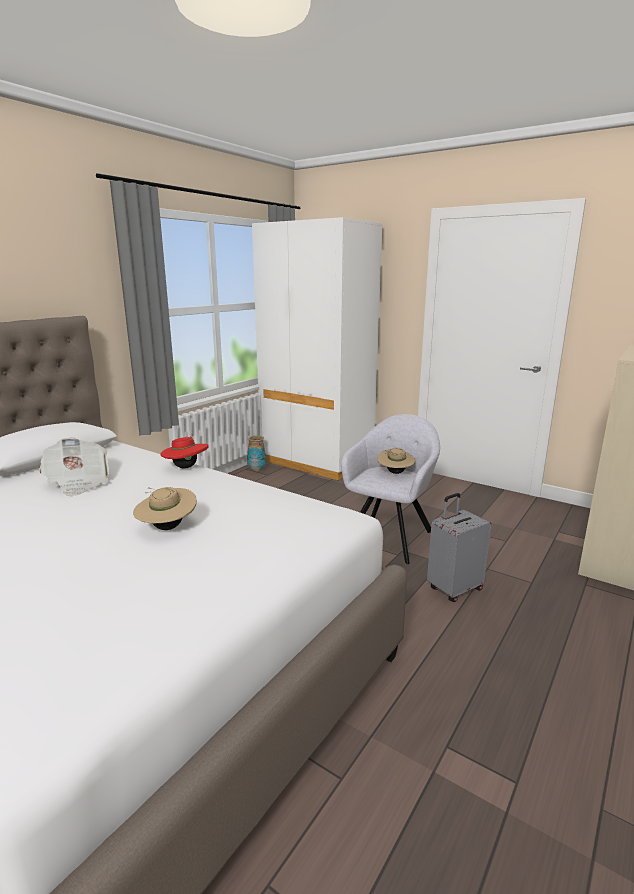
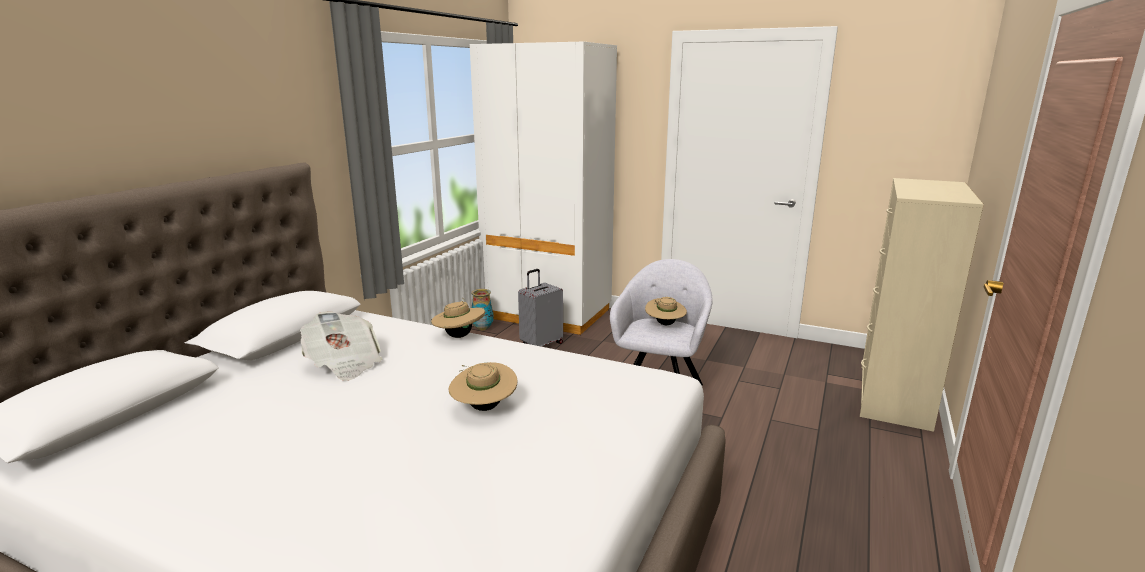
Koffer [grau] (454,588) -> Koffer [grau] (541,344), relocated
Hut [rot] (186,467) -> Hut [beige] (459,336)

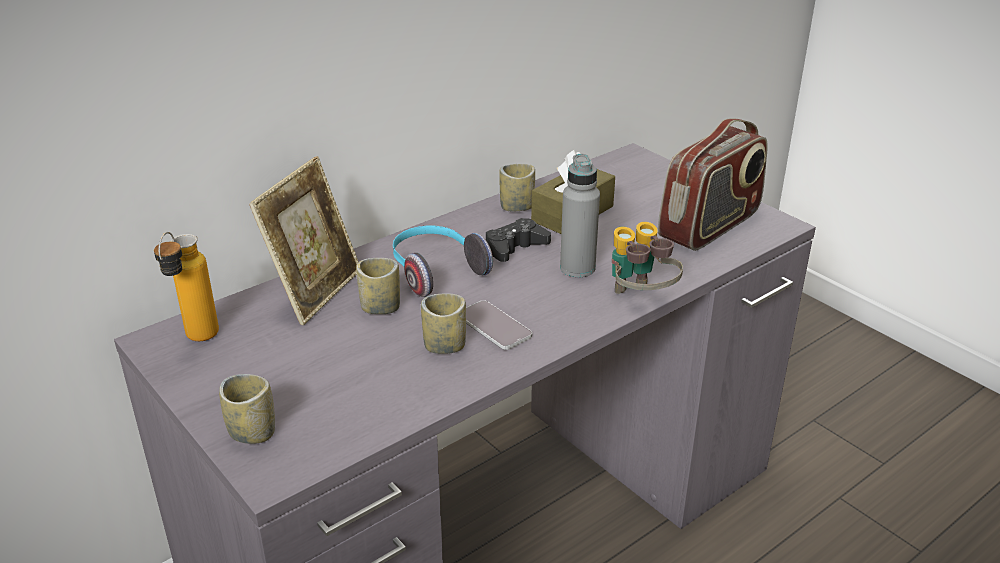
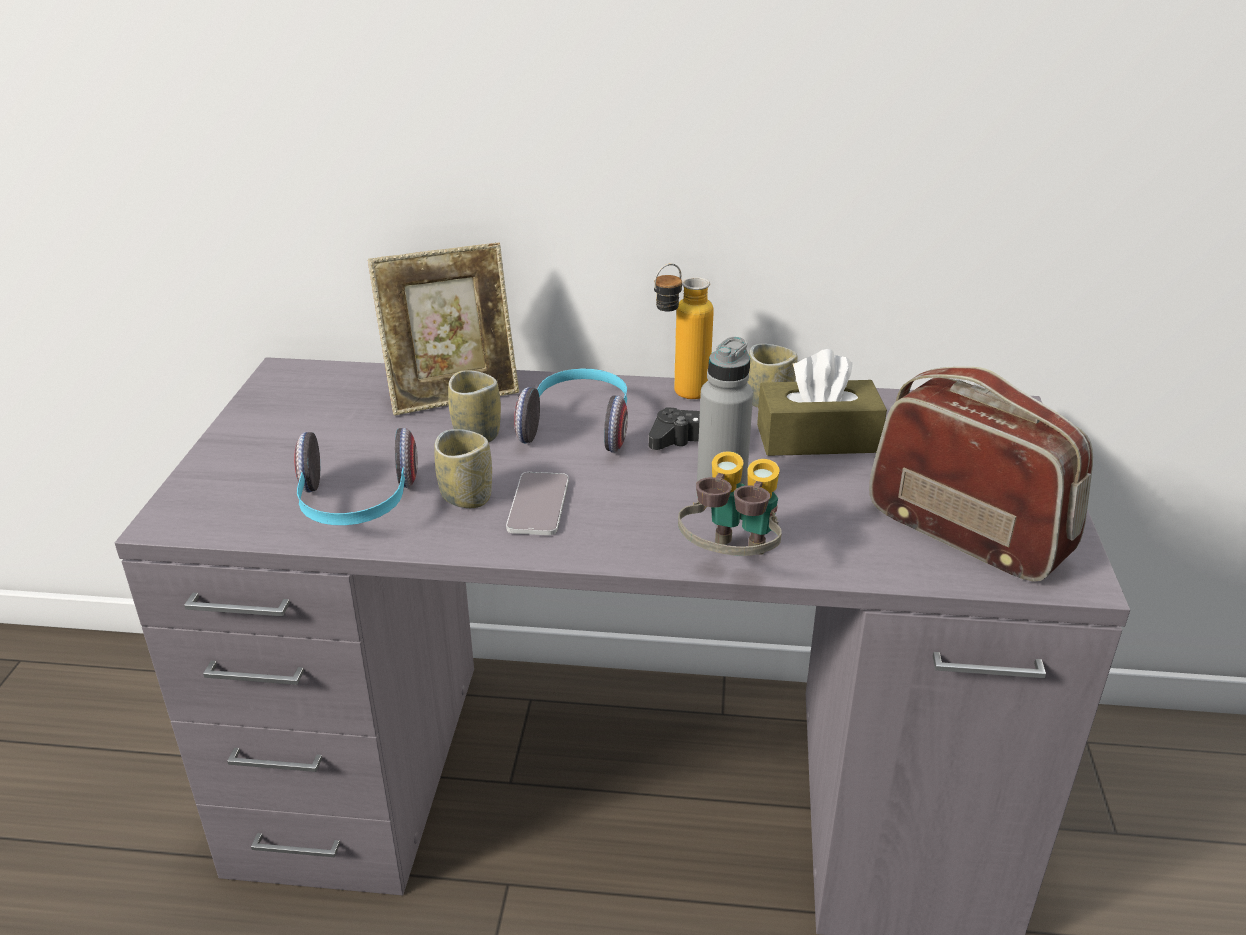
Tasse (252,432) -> none
none -> Kopfhörer (356,505)
Flasche (196,341) -> Flasche (679,396), relocated
Radio (710,226) -> Radio (967,532), 135 degrees counterclockwise

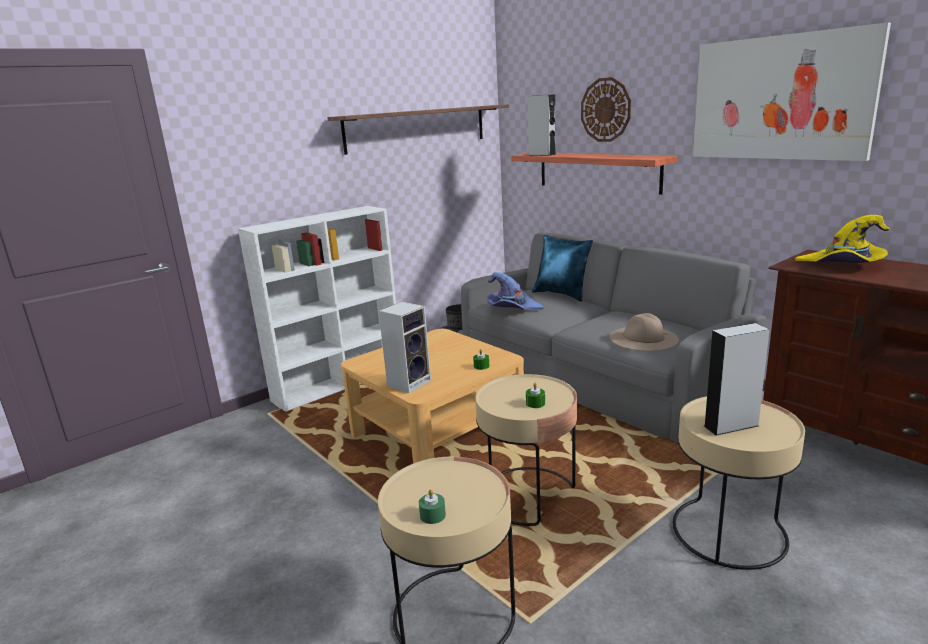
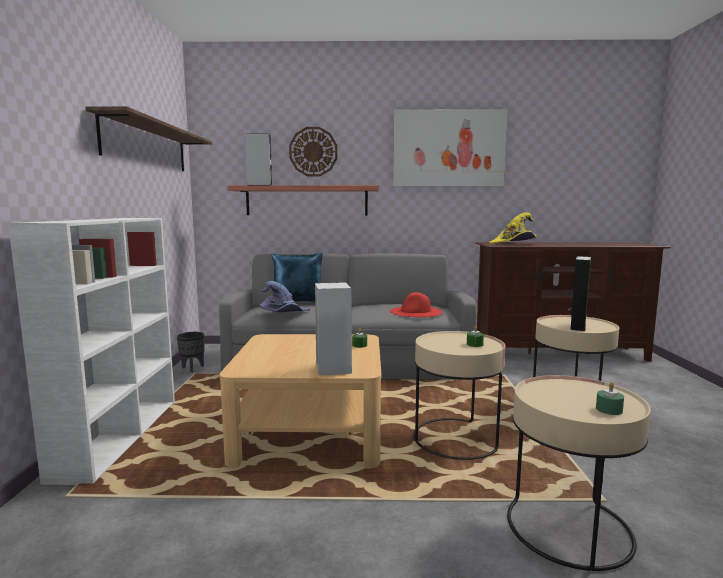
Hut [beige] (643,338) -> Hut [rot] (416,311)

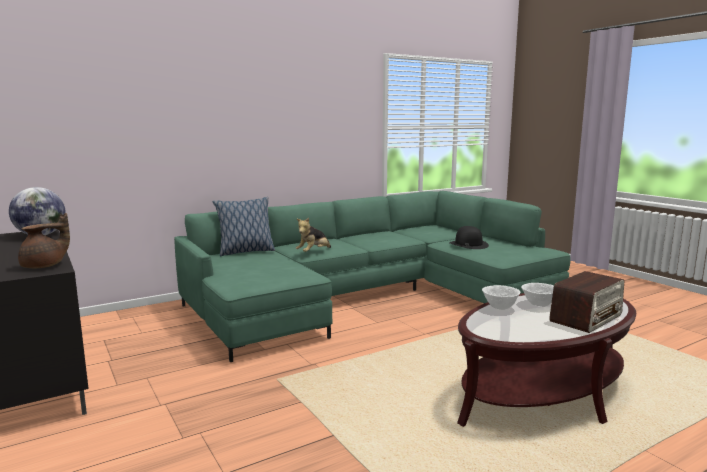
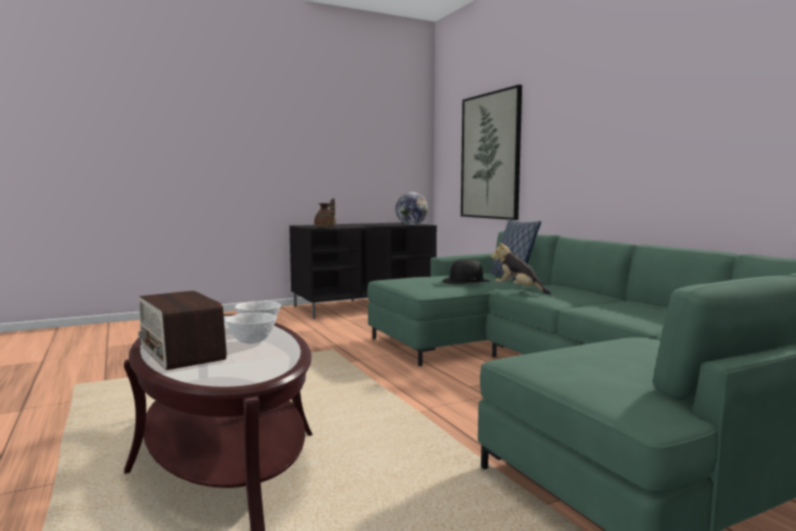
none -> Bild (490,156)
Hut [schwarz] (468,244) -> Hut [schwarz] (466,281), relocated

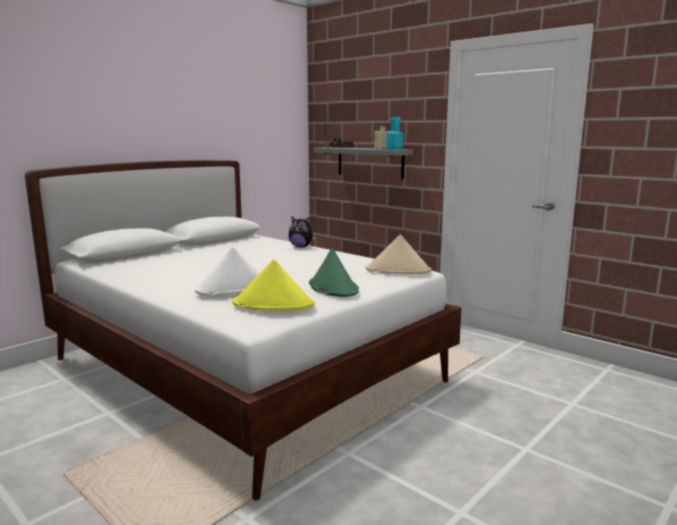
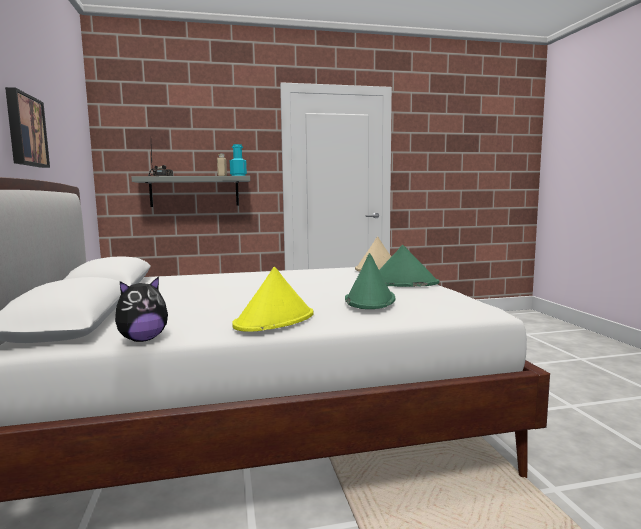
none -> Bild (24,130)
Hut [gelb] (274,304) -> Hut [gelb] (275,320), relocated
Plüschtier (301,247) -> Plüschtier (142,339), relocated
Hut [weiß] (233,289) -> Hut [grün] (369,300)

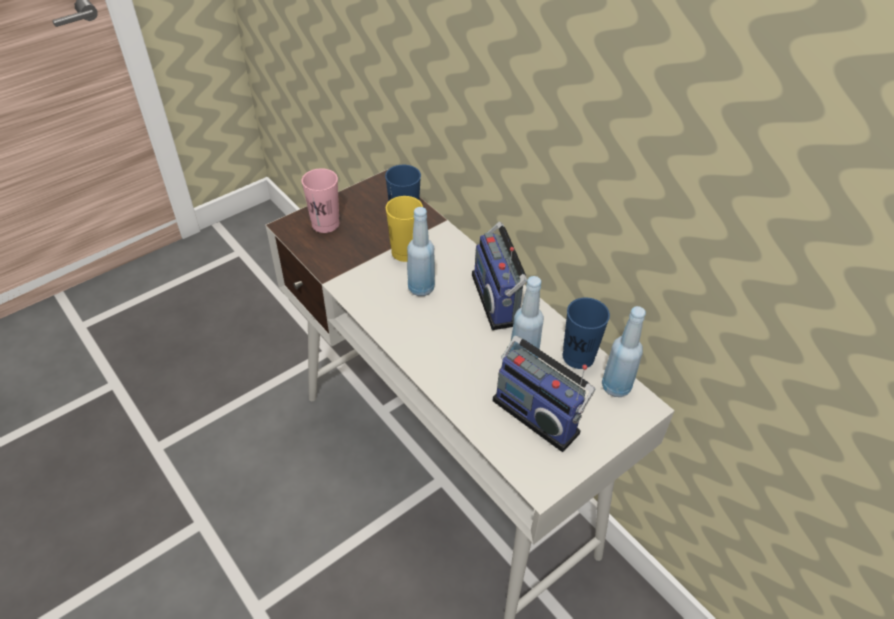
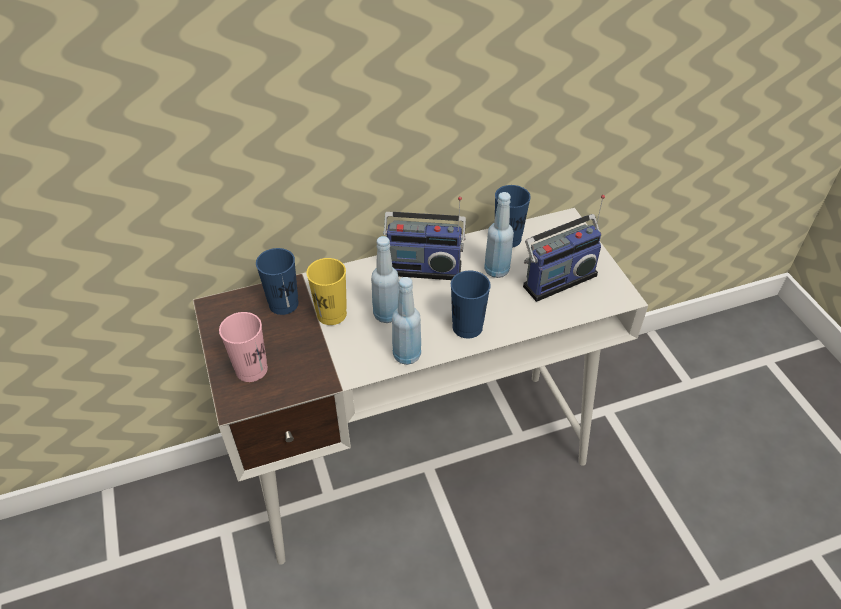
none -> Tasse [blau] (467,327)
Flasche [blau] (616,387) -> Flasche [blau] (407,355), relocated

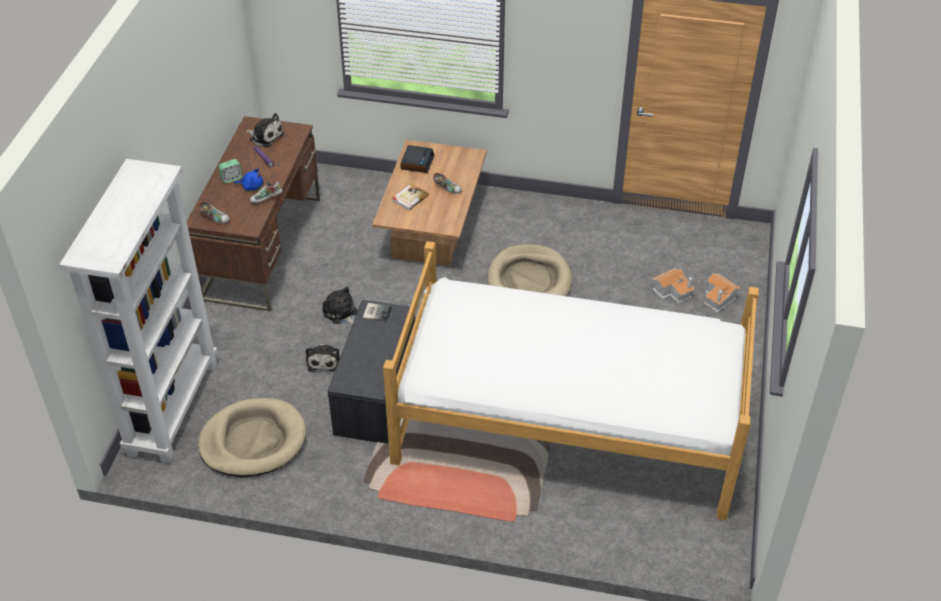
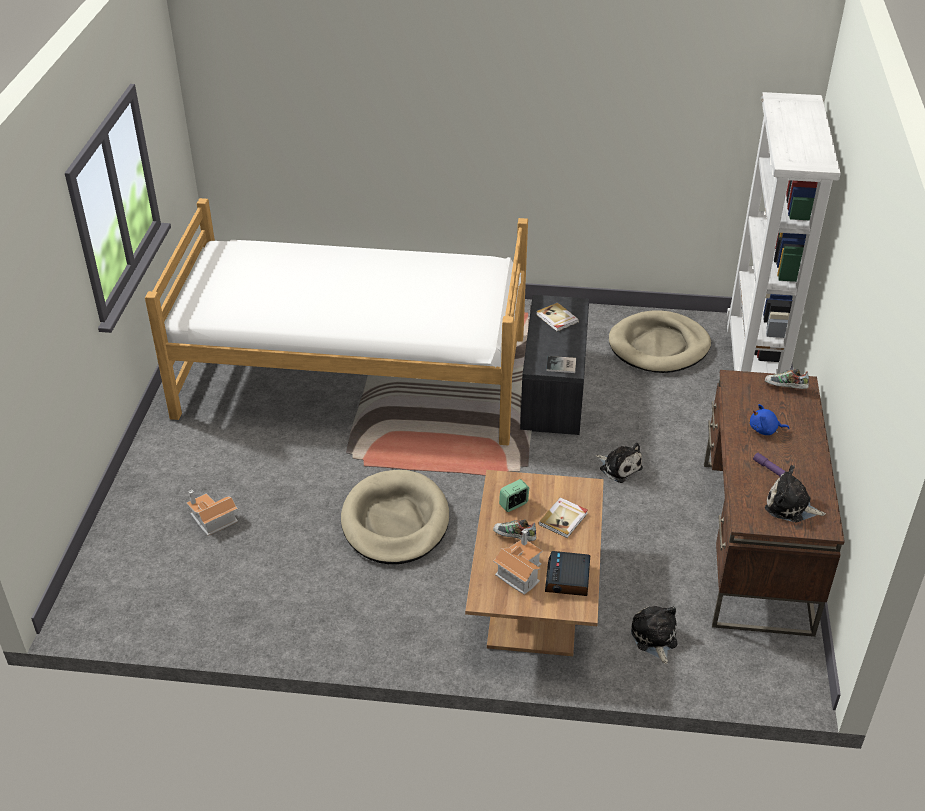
Schuh (266,199) -> none
none -> Buch (557,318)
Wecker (231,178) -> Wecker (514,504), relocated
Plüschtier (324,360) -> Plüschtier (654,638), relocated
Spielzeughaus (719,299) -> Spielzeughaus (519,571), relocated

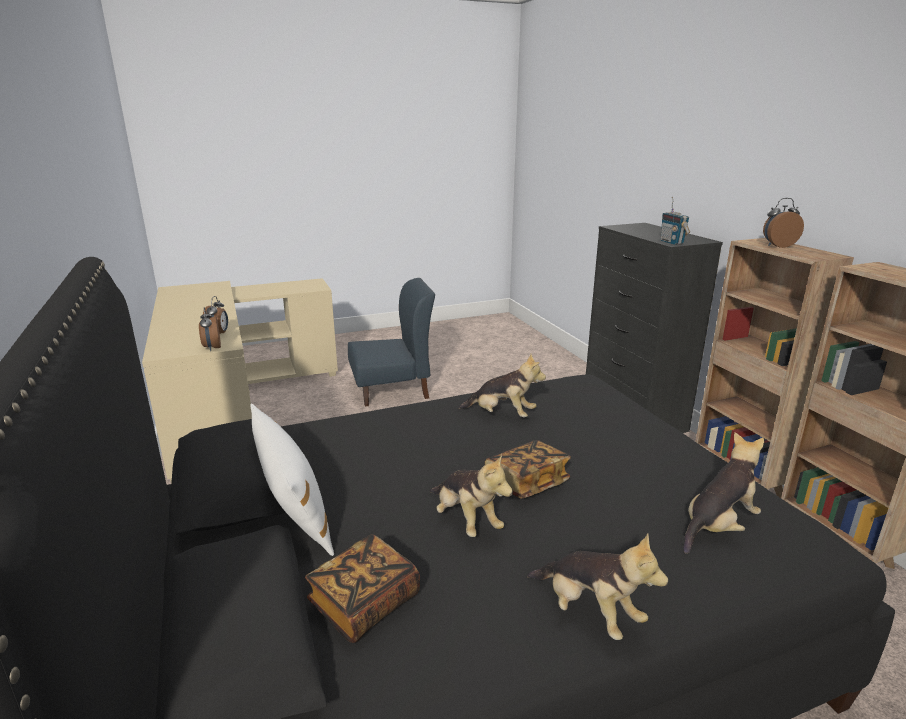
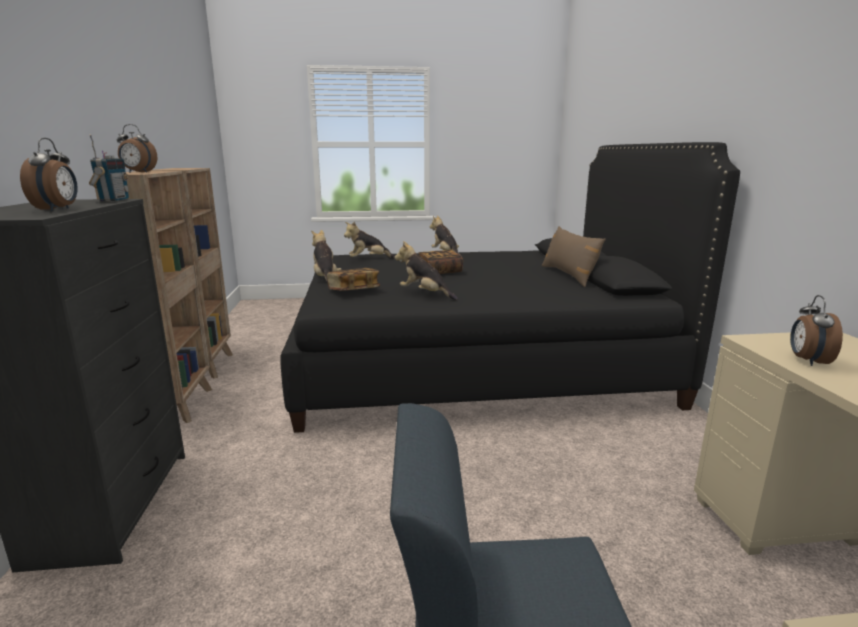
Wecker (212,348) -> Wecker (58,209), relocated
Buch (364,603) -> Buch (353,290), relocated
Plüschtier (466,520) -> Plüschtier (325,279), relocated
Kissen [weiß] (292,508) -> Kissen [braun] (569,275)

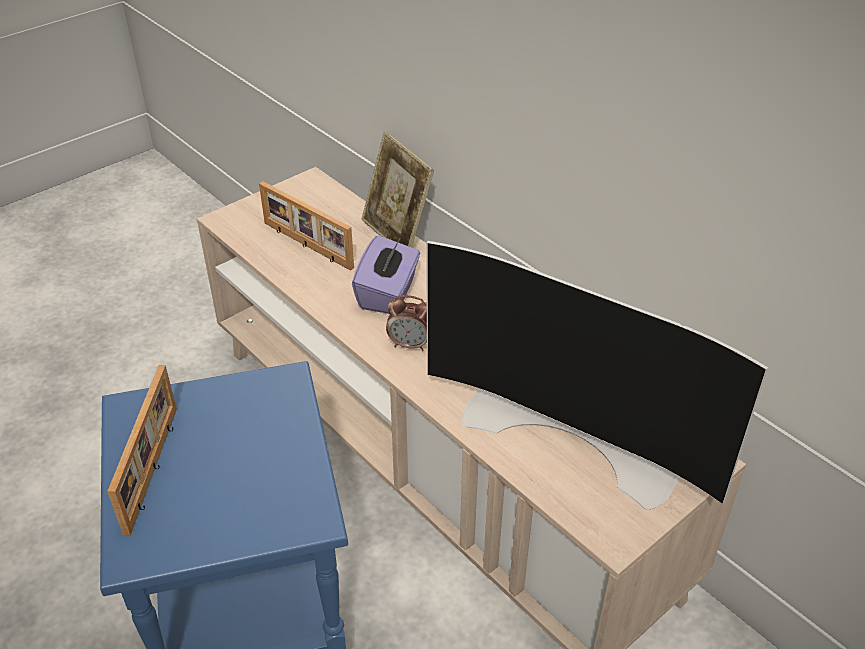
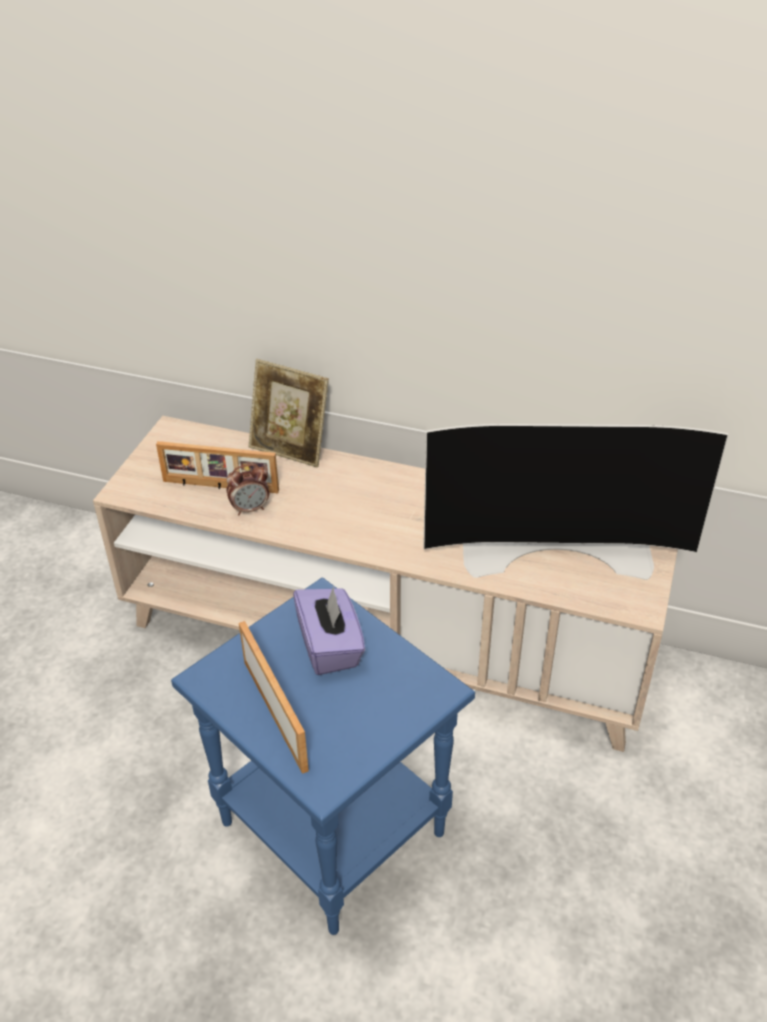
Taschentuchbox [lila] (388,294) -> Taschentuchbox [lila] (330,646), relocated
Wecker (410,345) -> Wecker (250,509), relocated

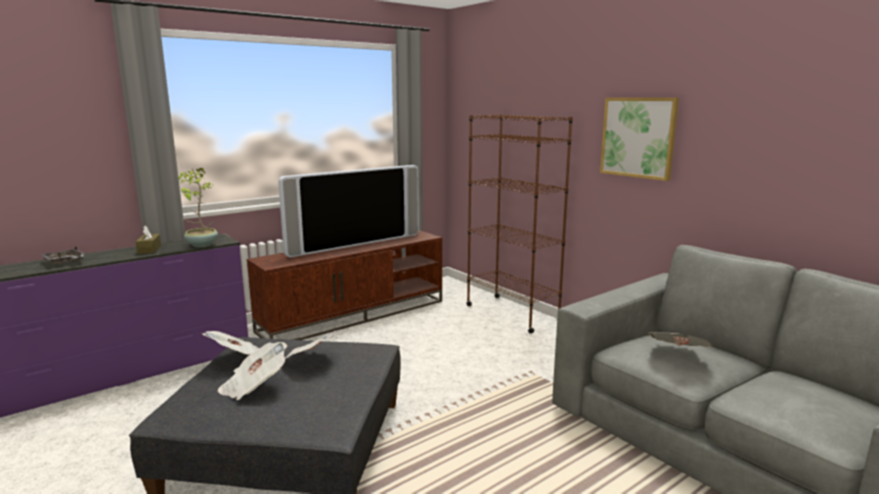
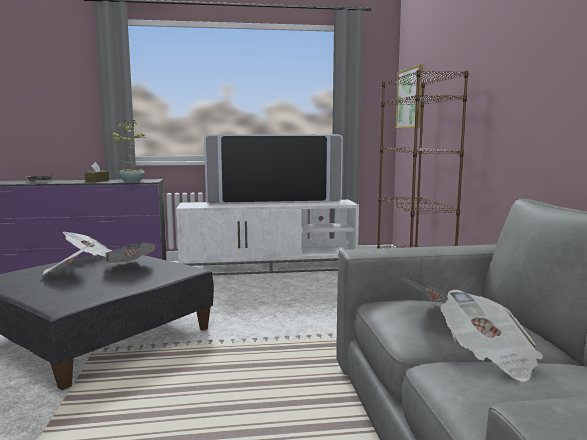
none -> Zeitung (489,358)
Bild (638,137) -> Bild (410,98), relocated
Fernsehschrank [braun] (354,315) -> Fernsehschrank [weiß] (269,267)

